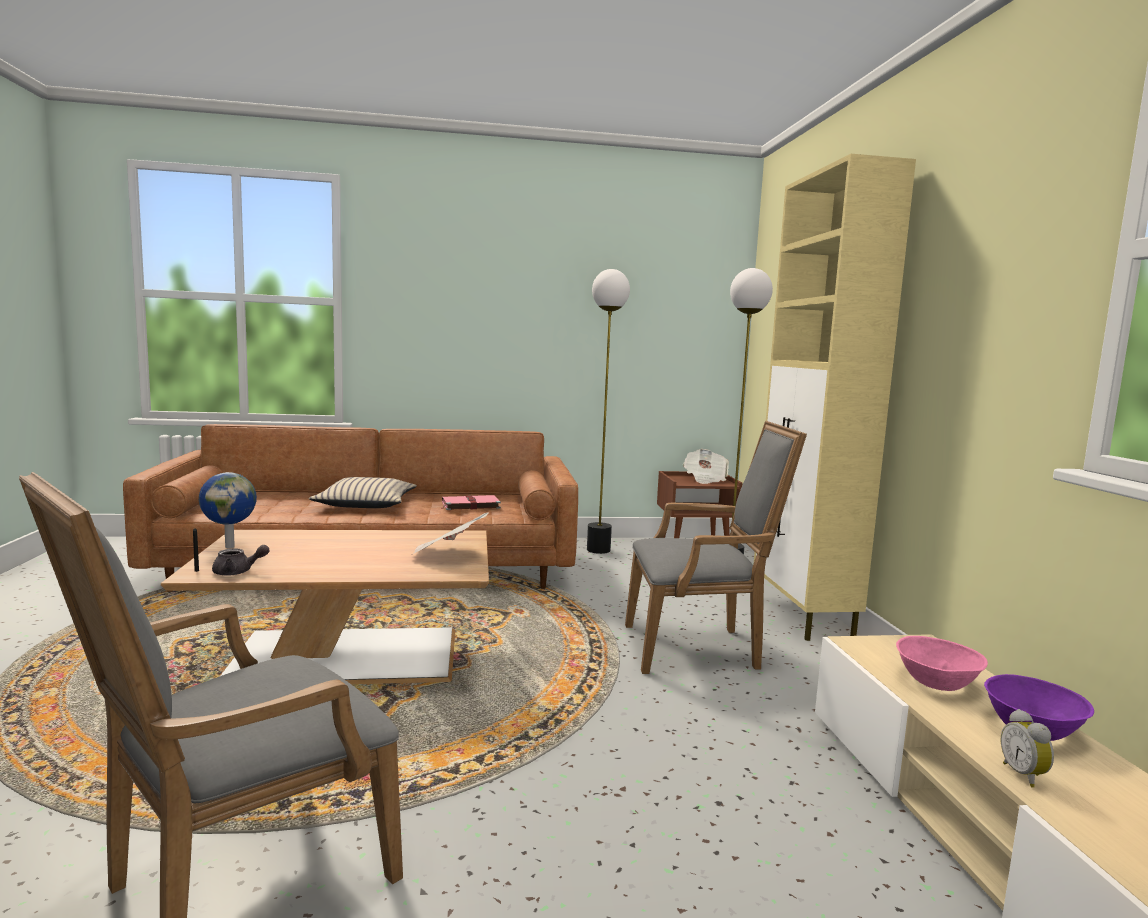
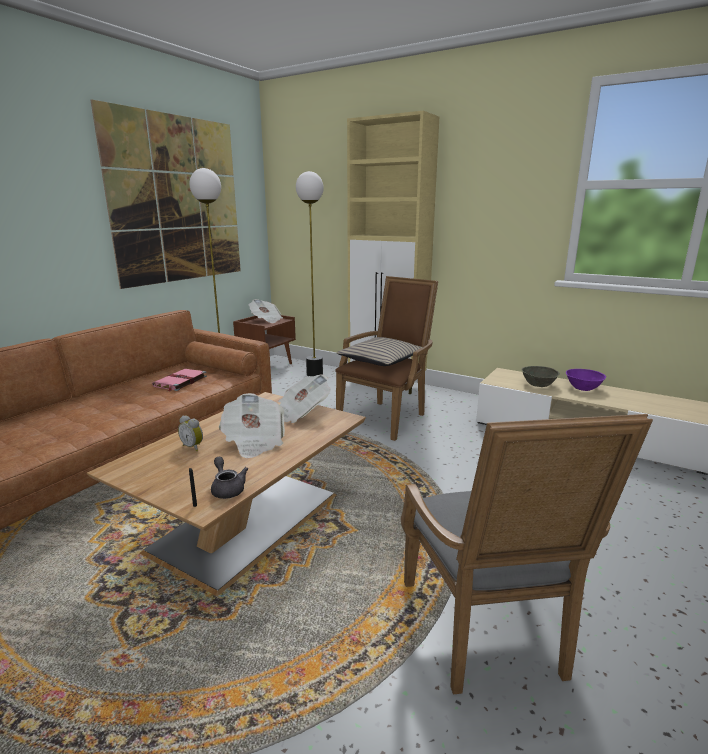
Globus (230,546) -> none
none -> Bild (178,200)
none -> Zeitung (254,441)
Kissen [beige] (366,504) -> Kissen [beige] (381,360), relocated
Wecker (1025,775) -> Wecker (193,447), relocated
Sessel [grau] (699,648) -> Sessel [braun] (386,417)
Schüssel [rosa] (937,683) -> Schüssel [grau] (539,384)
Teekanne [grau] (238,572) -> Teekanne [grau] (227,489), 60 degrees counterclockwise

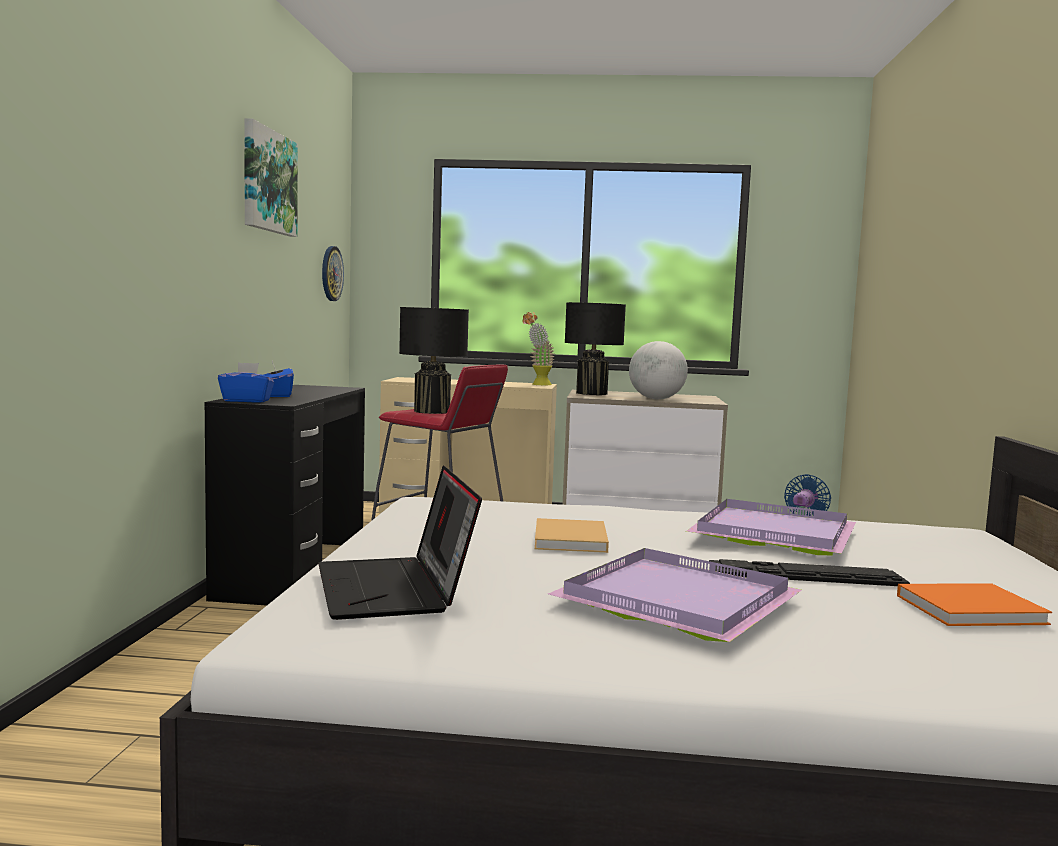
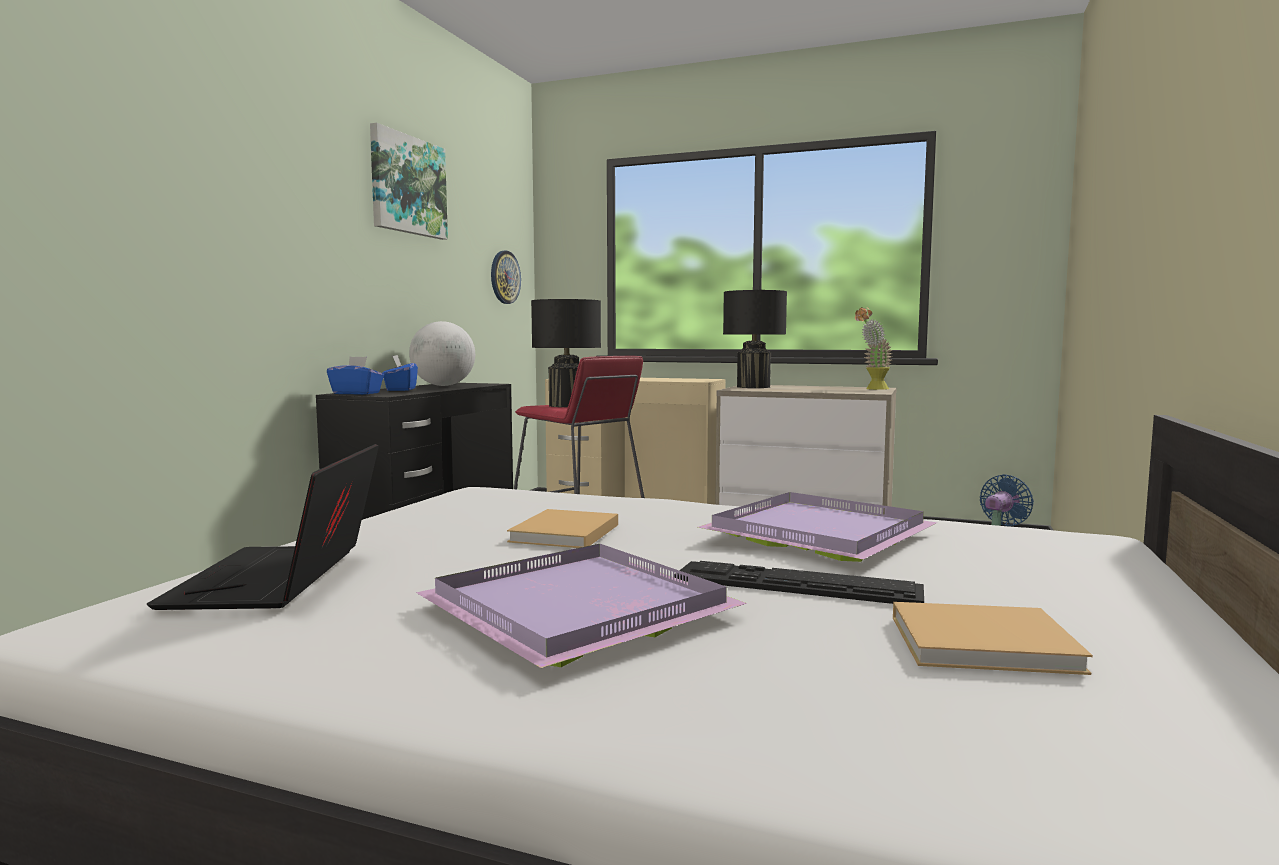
Topfpflanze (537,384) -> Topfpflanze (872,389), relocated
Globus (656,399) -> Globus (443,385), relocated
Buch [orange] (974,609) -> Buch [beige] (988,644)

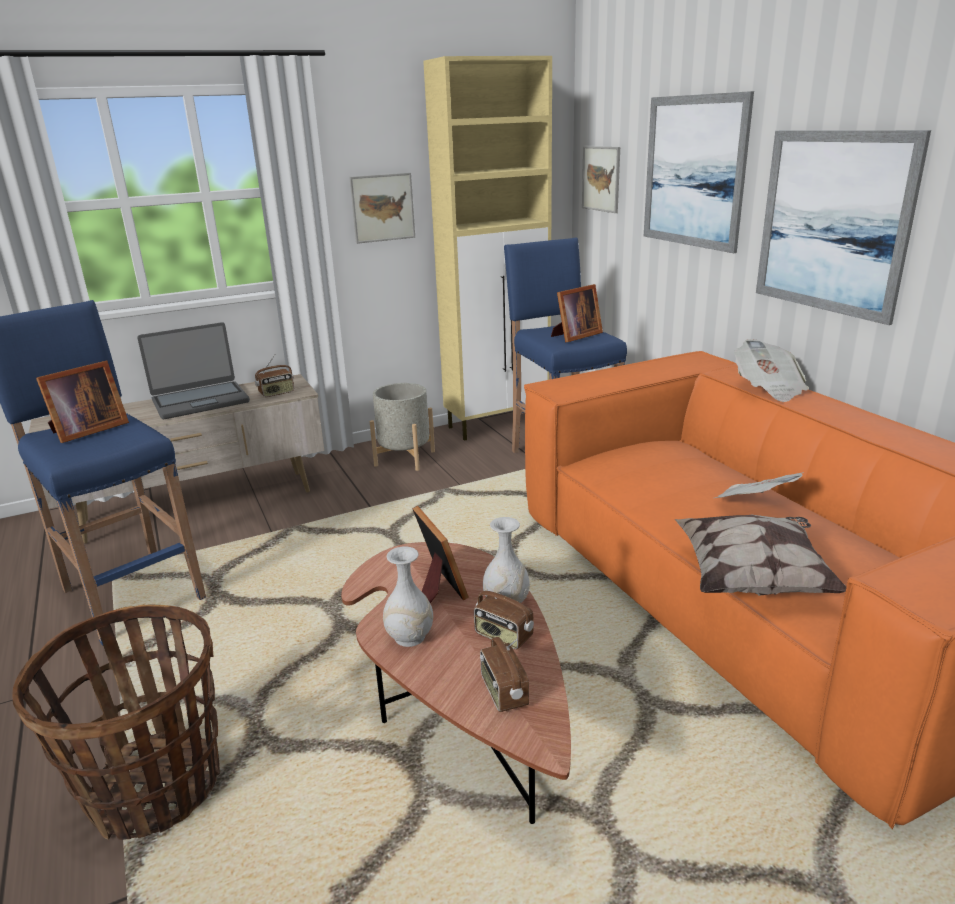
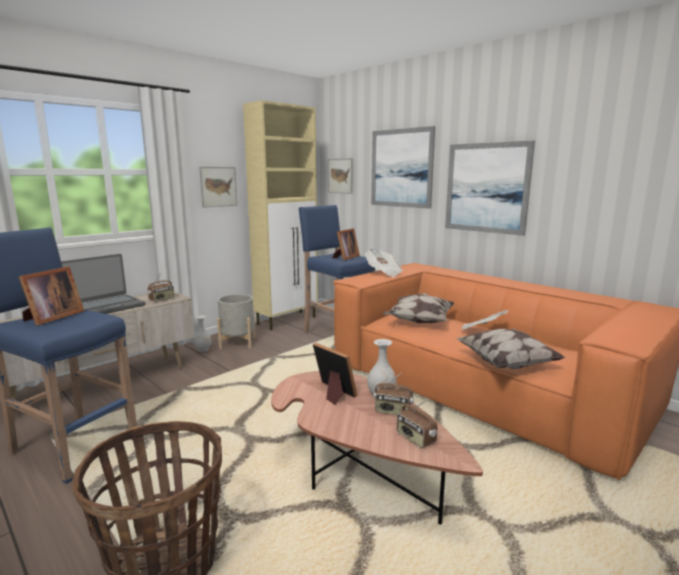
none -> Kissen (419,322)
Vase [weiß] (409,637) -> Vase [weiß] (203,349), relocated
Zeitung (768,389) -> Zeitung (383,273), relocated

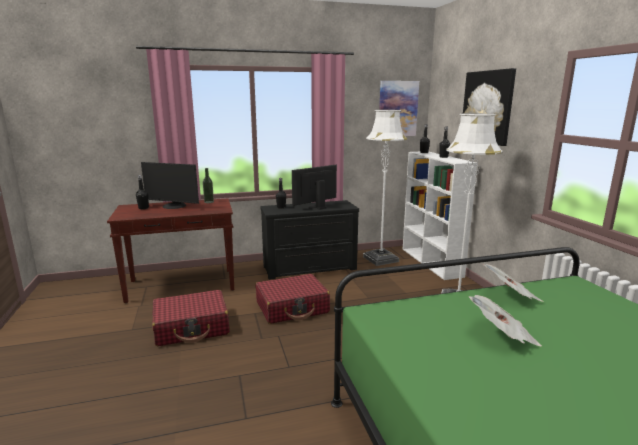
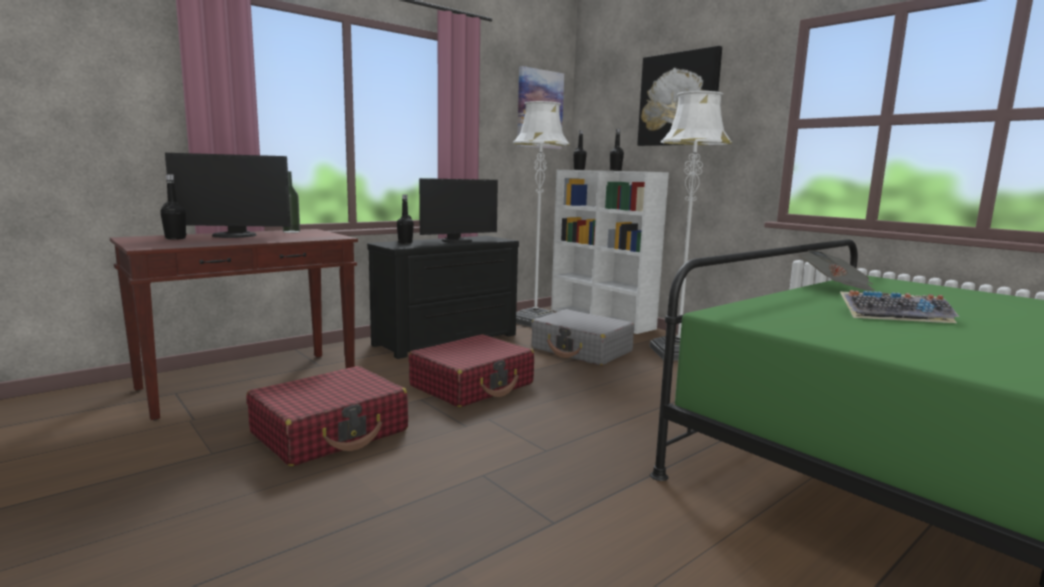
none -> Koffer [grau] (582,350)
Zeitung (502,336) -> Tastatur (895,315)
Monitor (316,207) -> Monitor (457,241), 150 degrees counterclockwise

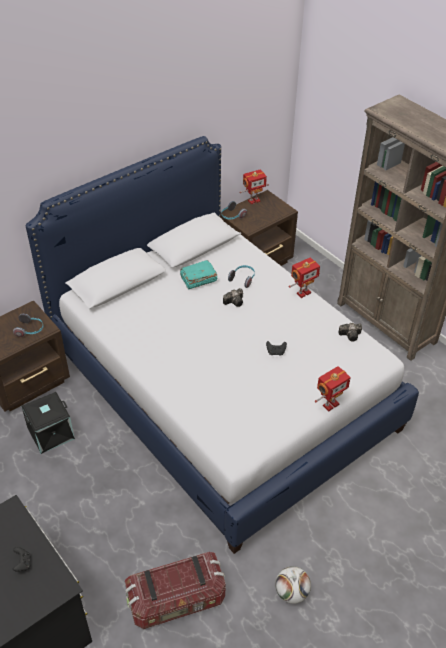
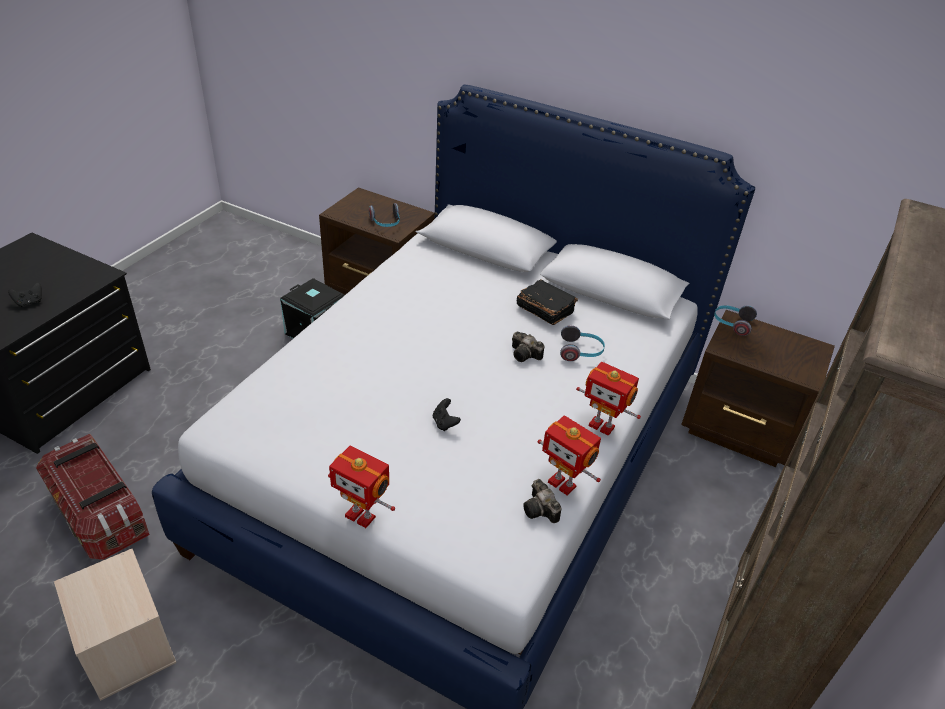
Spielzeugroboter (253,200) -> Spielzeugroboter (563,483), relocated
Fußball (291,592) -> Aufbewahrungsbox [beige] (125,645)
Buch [türkis] (198,280) -> Buch [schwarz] (544,310)

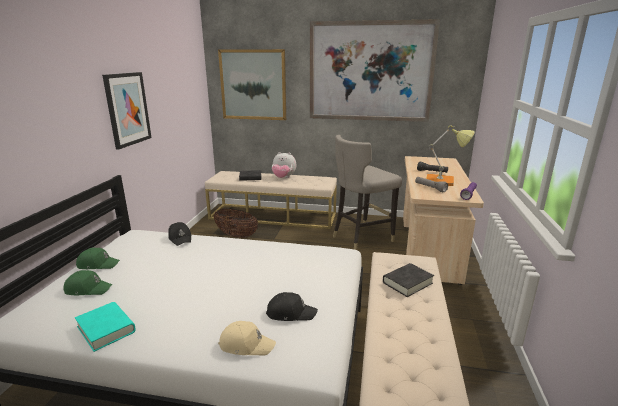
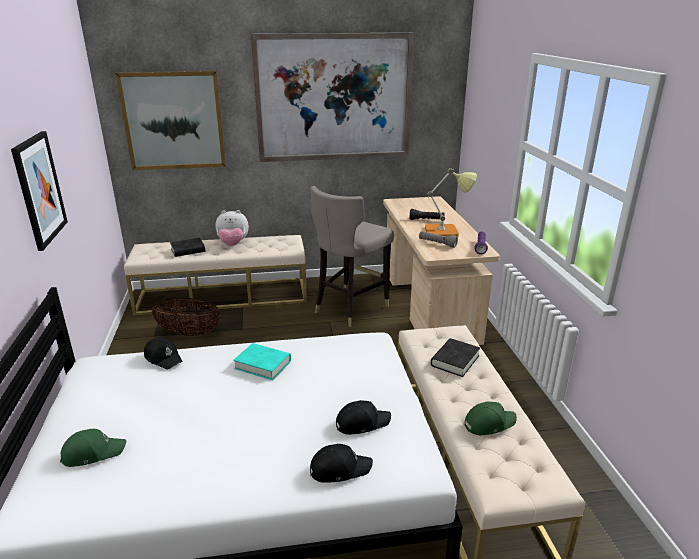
Buch [türkis] (106,329) -> Buch [türkis] (263,365), relocated
Kappe [grün] (98,264) -> Kappe [grün] (489,423), relocated
Kappe [beige] (246,344) -> Kappe [schwarz] (339,469)

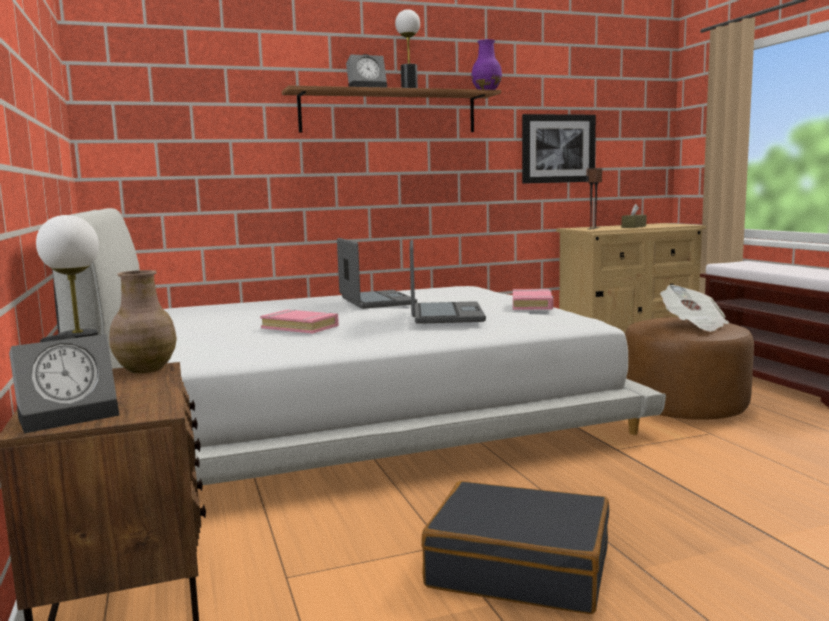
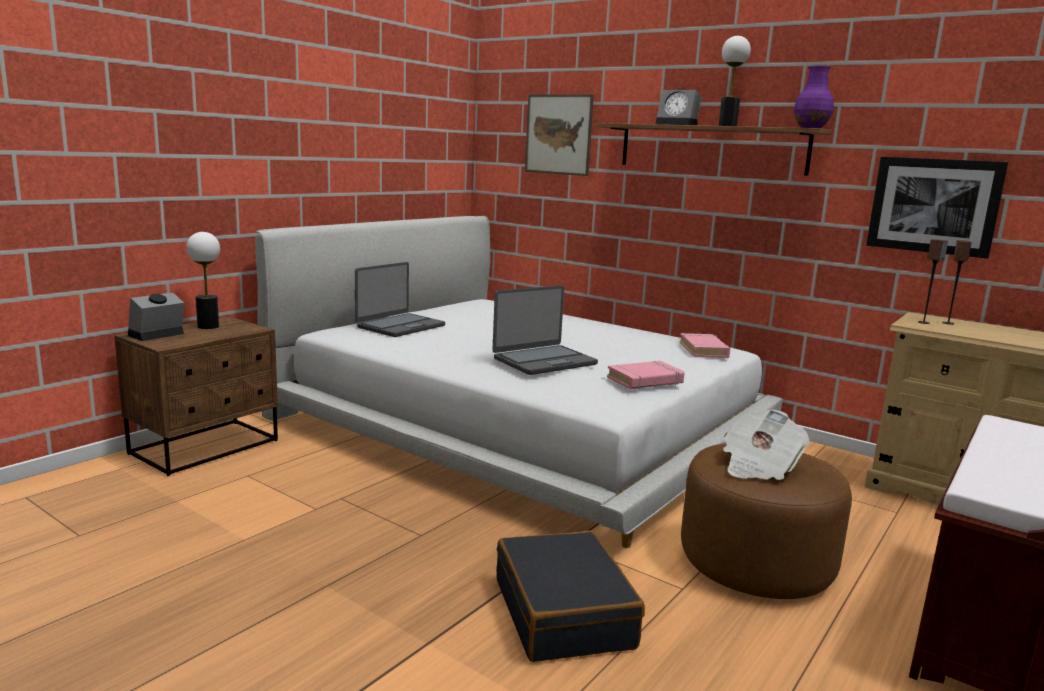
Vase [braun] (146,369) -> none
Taschentuchbox [braun] (633,227) -> none
none -> Bild (558,134)
Buch [rosa] (300,327) -> Buch [rosa] (704,350), relocated
Laptop (376,301) -> Laptop (400,326), relocated
Koffer [schwarz] (519,568) -> Koffer [schwarz] (564,613), relocated
Wecker (71,415) -> Wecker (156,335), 105 degrees clockwise

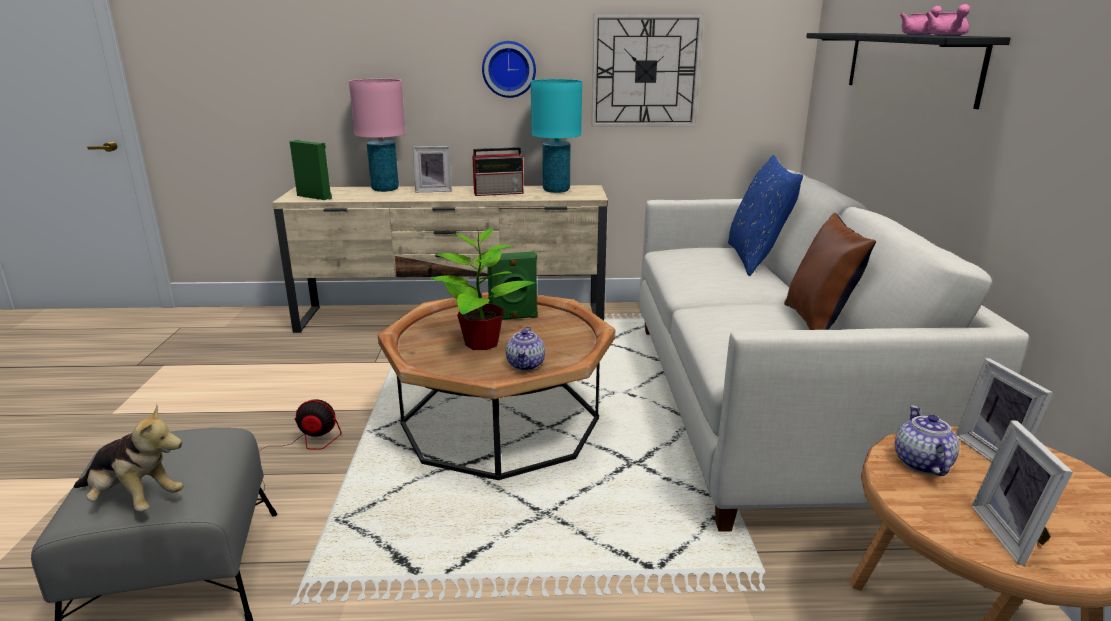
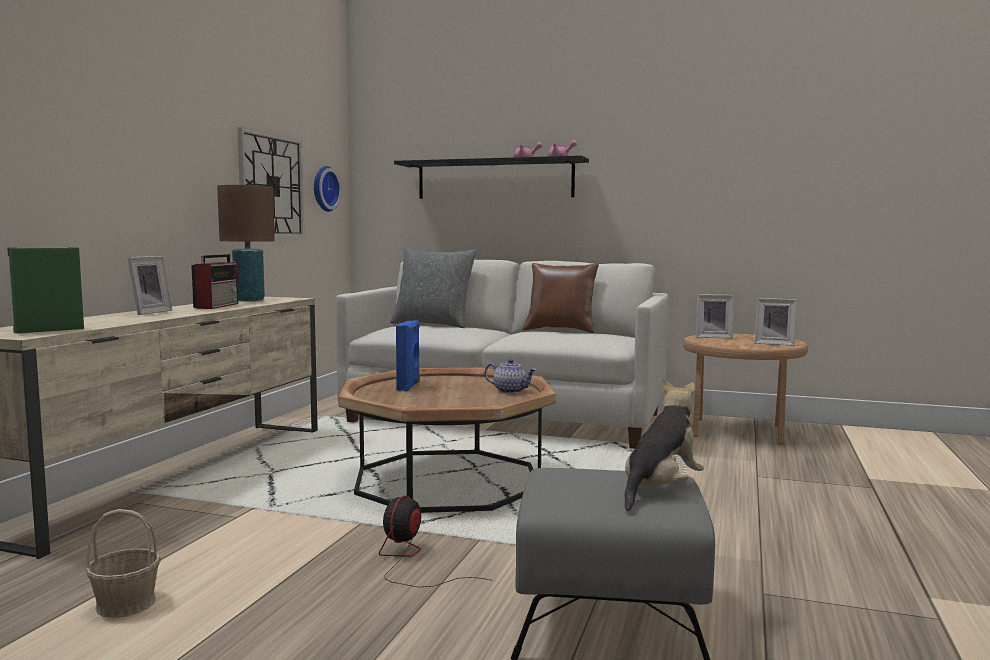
Tischlampe [rosa] (385,189) -> none
Topfpflanze (481,343) -> none
Teekanne (920,463) -> none
none -> Korb (125,603)
Wanduhr (509,69) -> Wanduhr (323,188), relocated
Lautsprecher [grün] (513,318) -> Lautsprecher [blau] (409,386)
Tischlampe [türkis] (556,190) -> Tischlampe [braun] (249,300)
Kissen [blau] (756,259) -> Kissen [grau] (433,324)

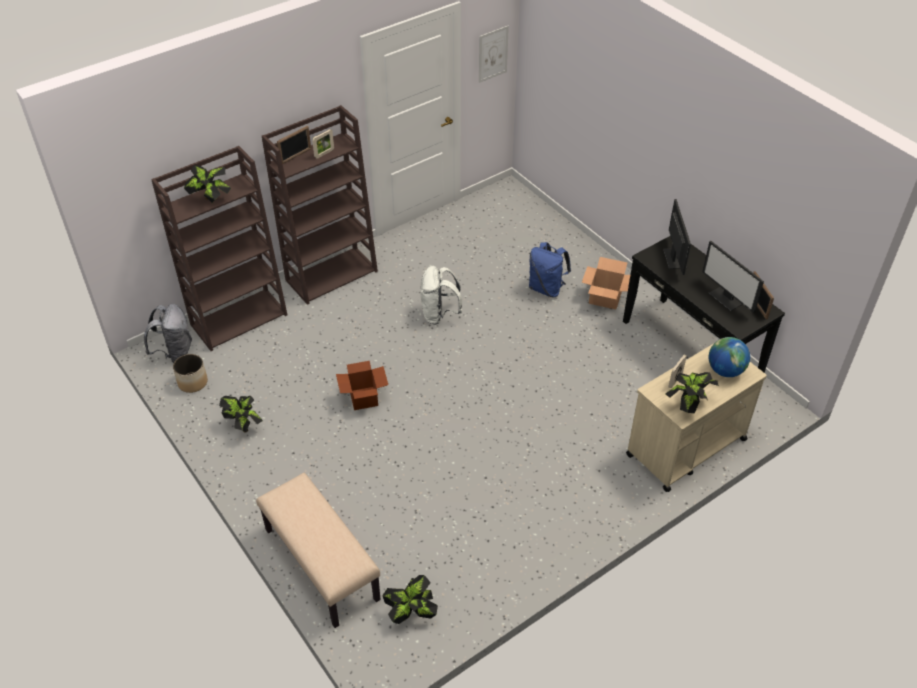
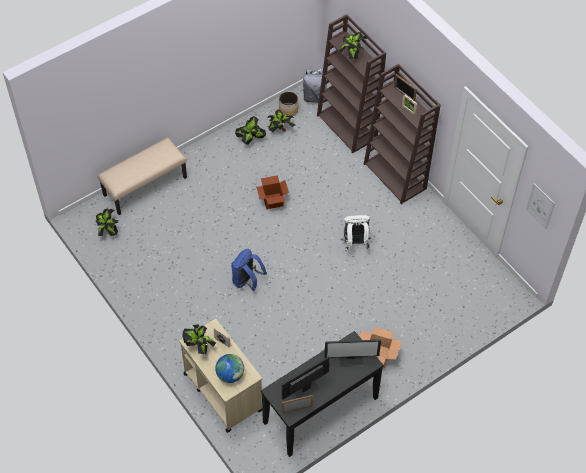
none -> Topfpflanze (280,130)
Rucksack [blau] (546,288) -> Rucksack [blau] (247,281), relocated

